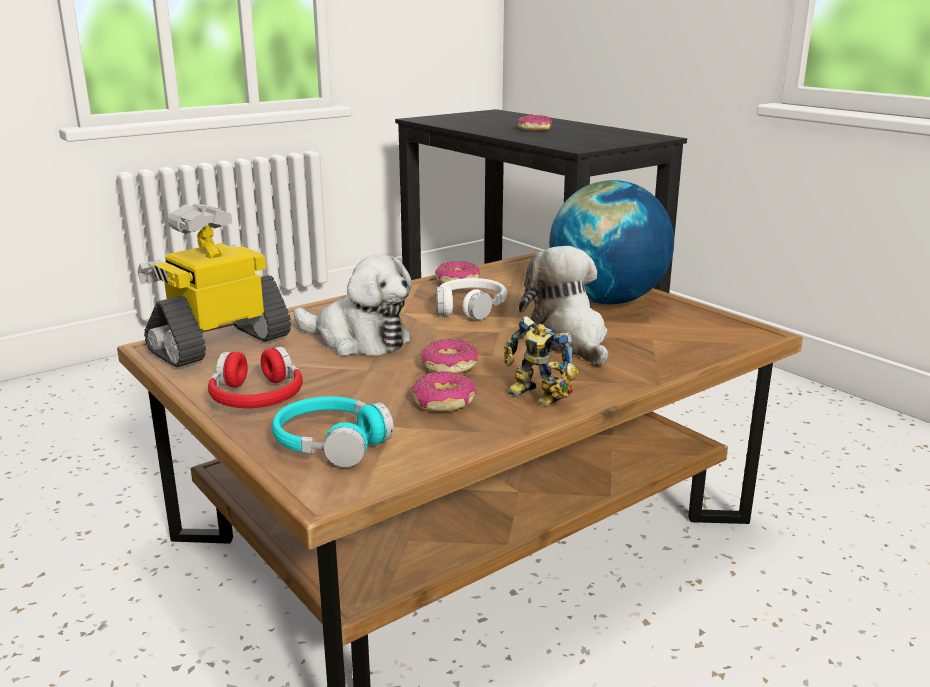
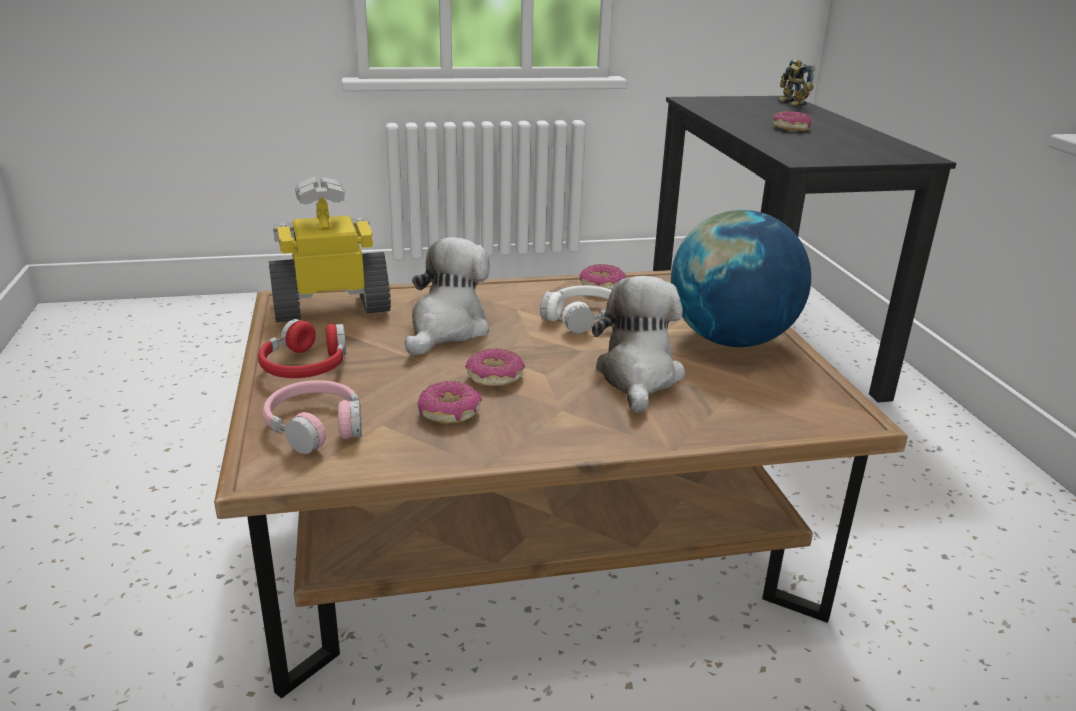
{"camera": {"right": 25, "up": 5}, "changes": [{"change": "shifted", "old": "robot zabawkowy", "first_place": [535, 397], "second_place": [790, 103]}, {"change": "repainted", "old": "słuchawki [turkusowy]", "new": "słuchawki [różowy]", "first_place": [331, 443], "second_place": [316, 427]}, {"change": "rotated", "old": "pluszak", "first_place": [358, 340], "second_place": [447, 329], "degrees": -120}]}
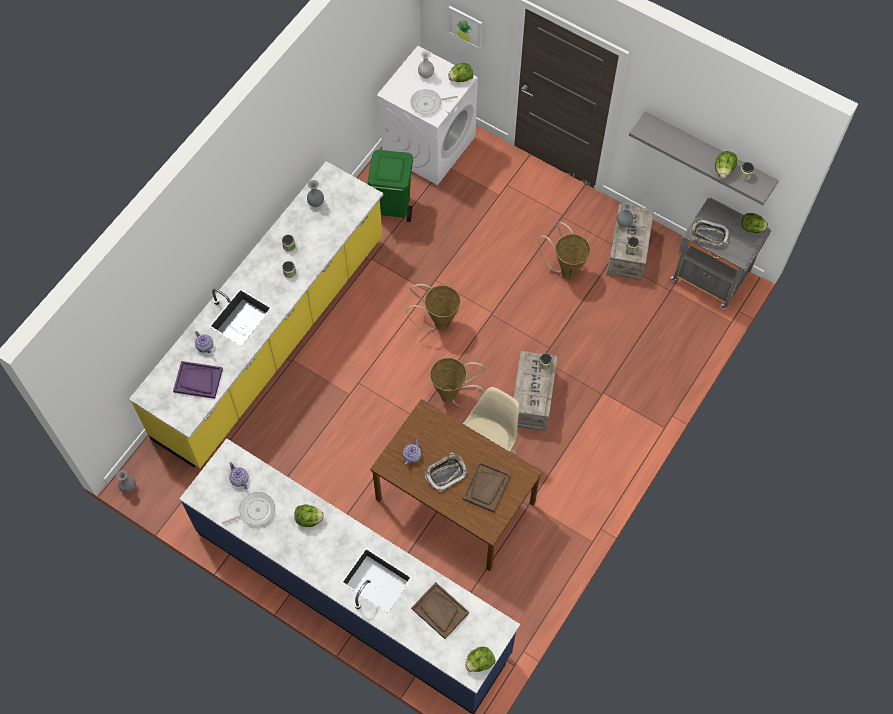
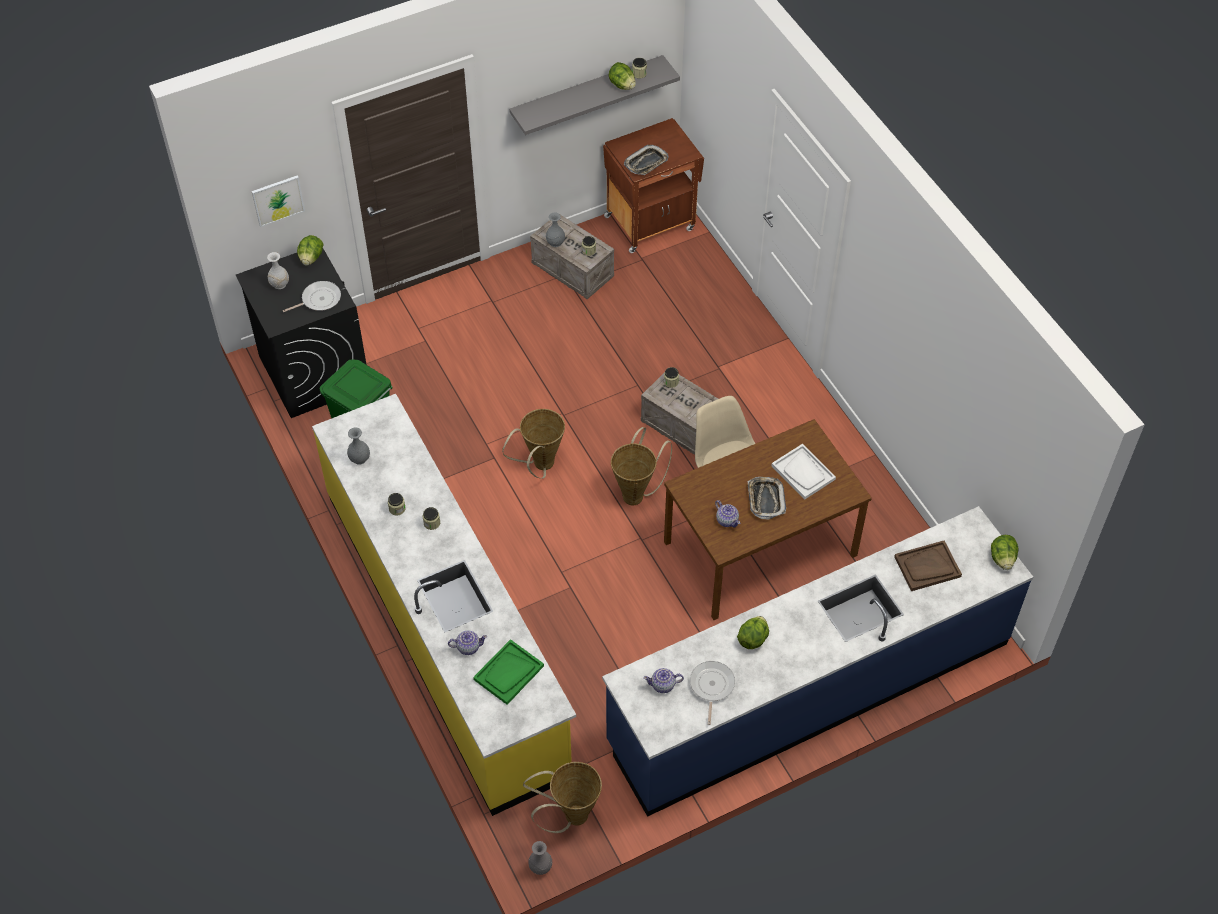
{"camera": {"right": -60, "up": -10}, "changes": [{"change": "gone", "old": "sałata", "first_place": [752, 228]}, {"change": "shifted", "old": "koszyk", "first_place": [566, 270], "second_place": [570, 816]}, {"change": "repainted", "old": "taca [fioletowy]", "new": "taca [zielony]", "first_place": [198, 380], "second_place": [508, 673]}, {"change": "repainted", "old": "pralka [biały]", "new": "pralka [czarny]", "first_place": [429, 145], "second_place": [313, 371]}, {"change": "repainted", "old": "taca [brązowy]", "new": "taca [biały]", "first_place": [486, 487], "second_place": [803, 473]}, {"change": "repainted", "old": "wózek [szary]", "new": "wózek [brązowy]", "first_place": [711, 278], "second_place": [651, 222]}, {"change": "rotated", "old": "patelnia", "first_place": [428, 104], "second_place": [319, 299], "degrees": -135}]}
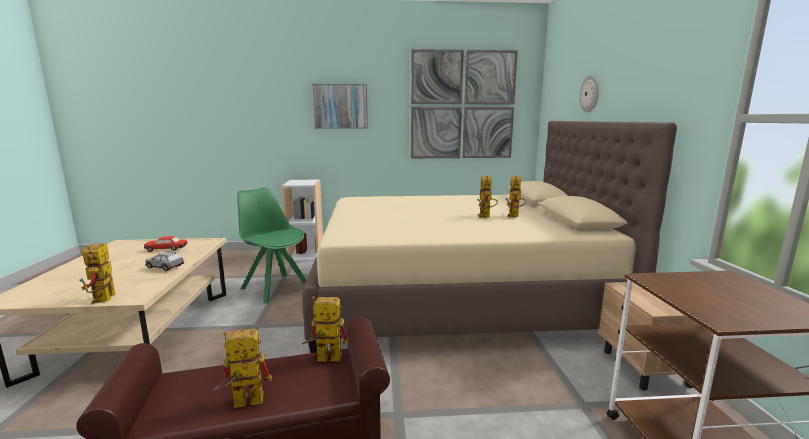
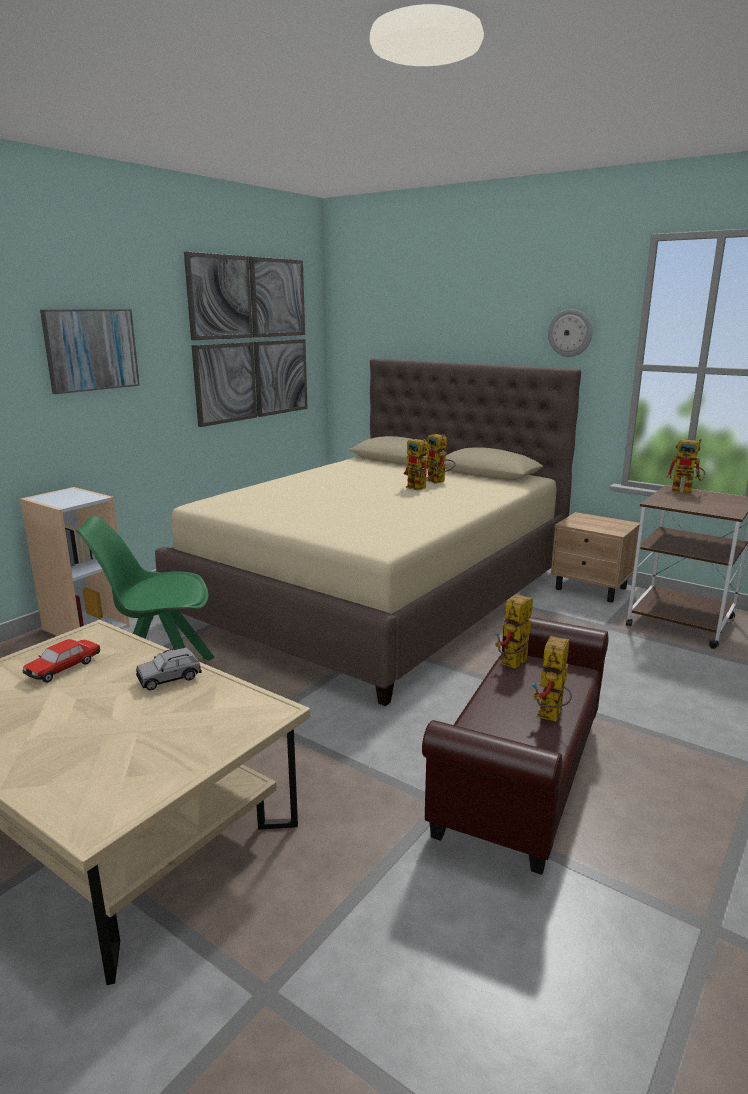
{"camera": {"right": -50, "up": 5}, "changes": [{"change": "shifted", "old": "robot zabawkowy", "first_place": [104, 300], "second_place": [686, 491]}, {"change": "shifted", "old": "zegar ścienny", "first_place": [590, 93], "second_place": [570, 333]}]}
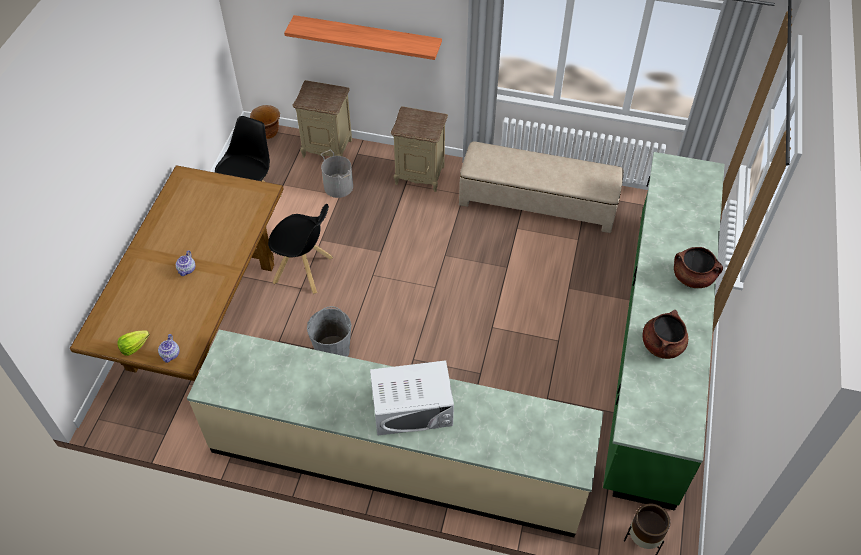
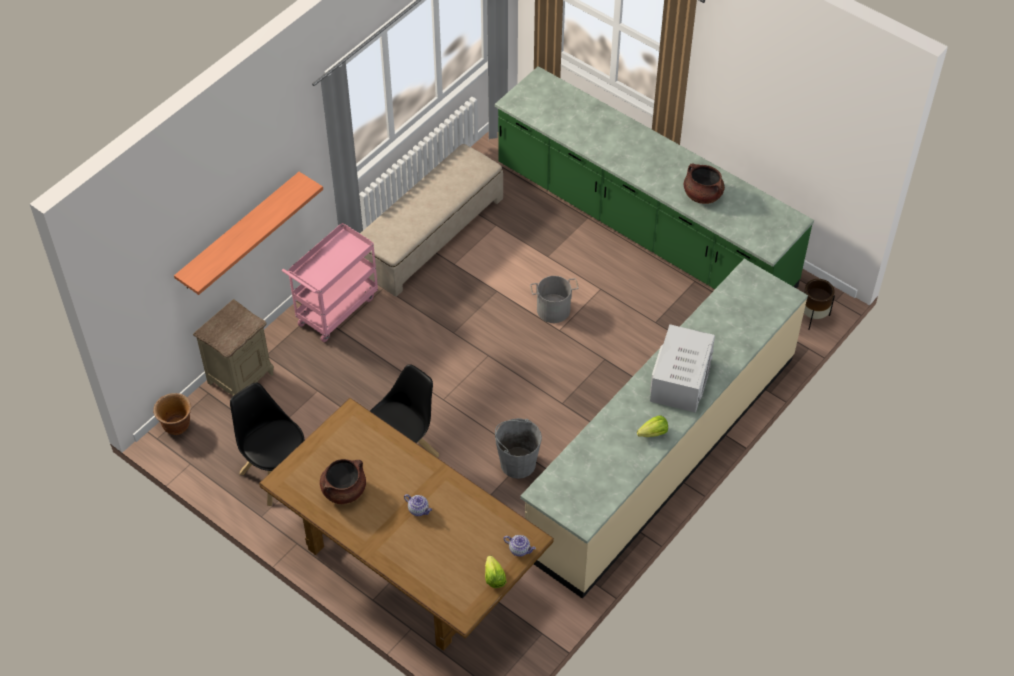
{"camera": {"right": -65, "up": 0}, "changes": [{"change": "new", "new": "sałata", "second_place": [653, 433]}, {"change": "shifted", "old": "wiadro [szary]", "first_place": [339, 186], "second_place": [553, 309]}, {"change": "shifted", "old": "garnek [brązowy]", "first_place": [693, 277], "second_place": [344, 490]}, {"change": "swapped", "old": "szafka nocna [beżowy]", "new": "wózek [różowy]", "first_place": [420, 176], "second_place": [335, 313]}]}
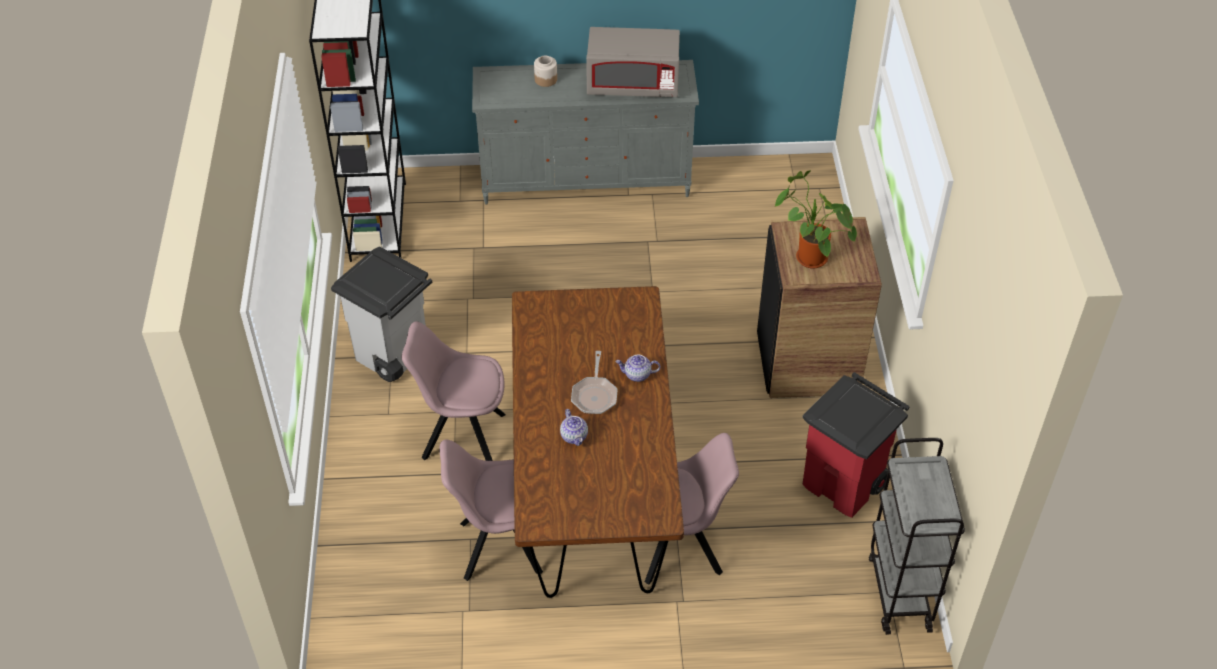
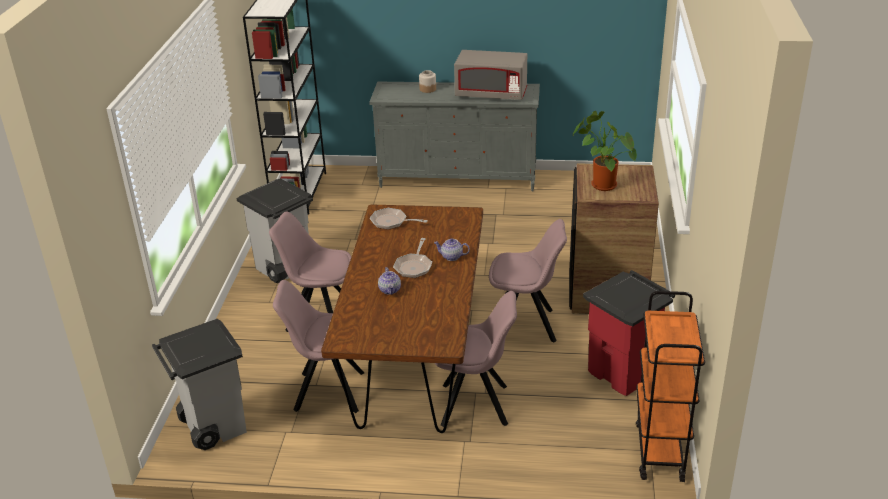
{"camera": {"right": 10, "up": -15}, "changes": [{"change": "new", "new": "kosz na śmieci [szary]", "second_place": [212, 426]}, {"change": "new", "new": "patelnia", "second_place": [391, 222]}, {"change": "new", "new": "krzesło [różowy]", "second_place": [525, 326]}, {"change": "repainted", "old": "wózek [szary]", "new": "wózek [pomarańczowy]", "first_place": [900, 594], "second_place": [660, 453]}]}
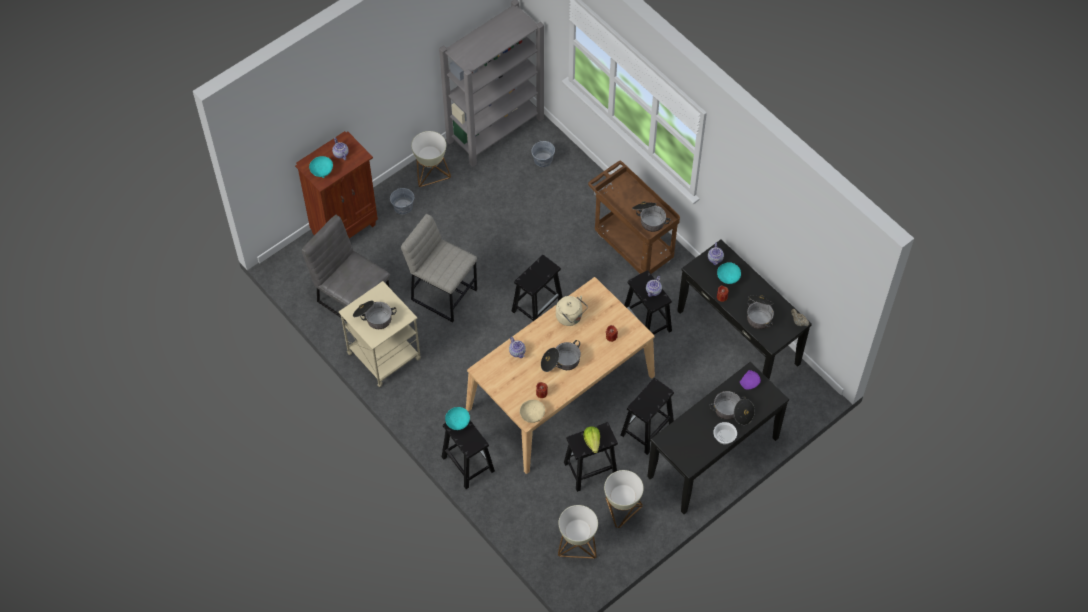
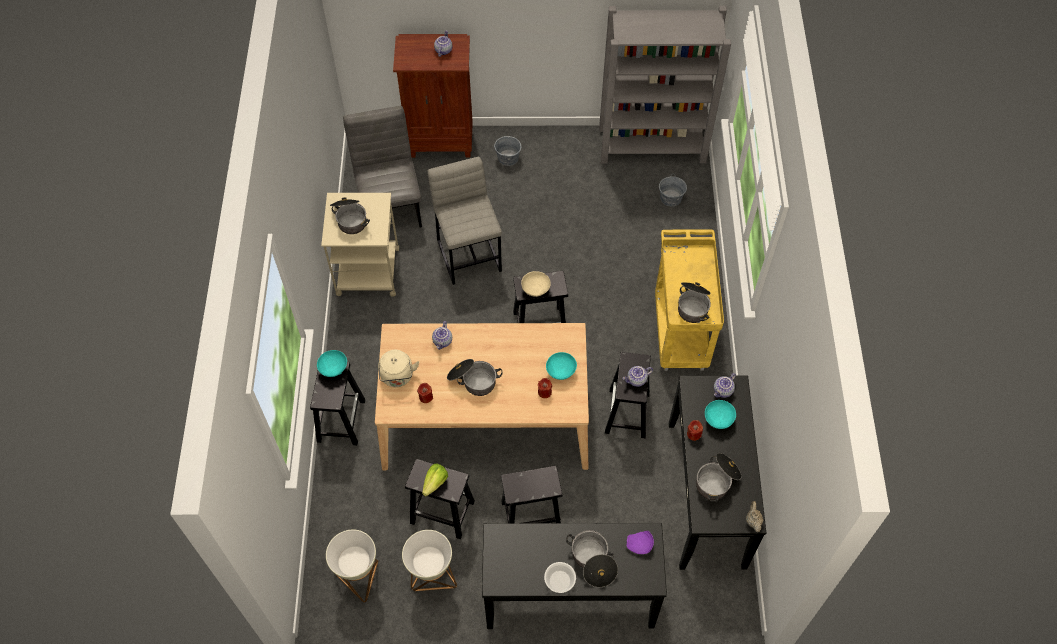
{"camera": {"right": 40, "up": 0}, "changes": [{"change": "gone", "old": "donica", "first_place": [431, 174]}, {"change": "shifted", "old": "miska [turkusowy]", "first_place": [322, 171], "second_place": [561, 371]}, {"change": "shifted", "old": "miska [beżowy]", "first_place": [532, 416], "second_place": [535, 290]}, {"change": "shifted", "old": "czajnik [beżowy]", "first_place": [570, 317], "second_place": [397, 377]}, {"change": "repainted", "old": "wózek [brązowy]", "new": "wózek [żółty]", "first_place": [630, 246], "second_place": [679, 330]}]}
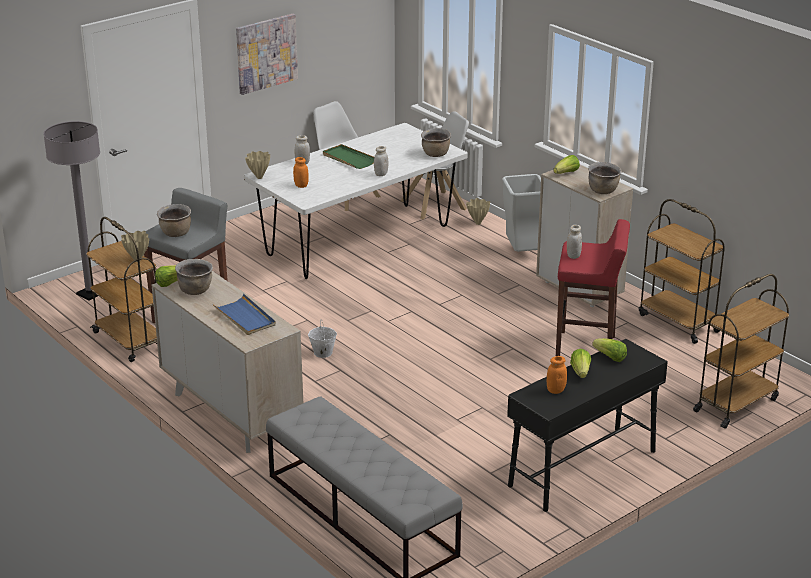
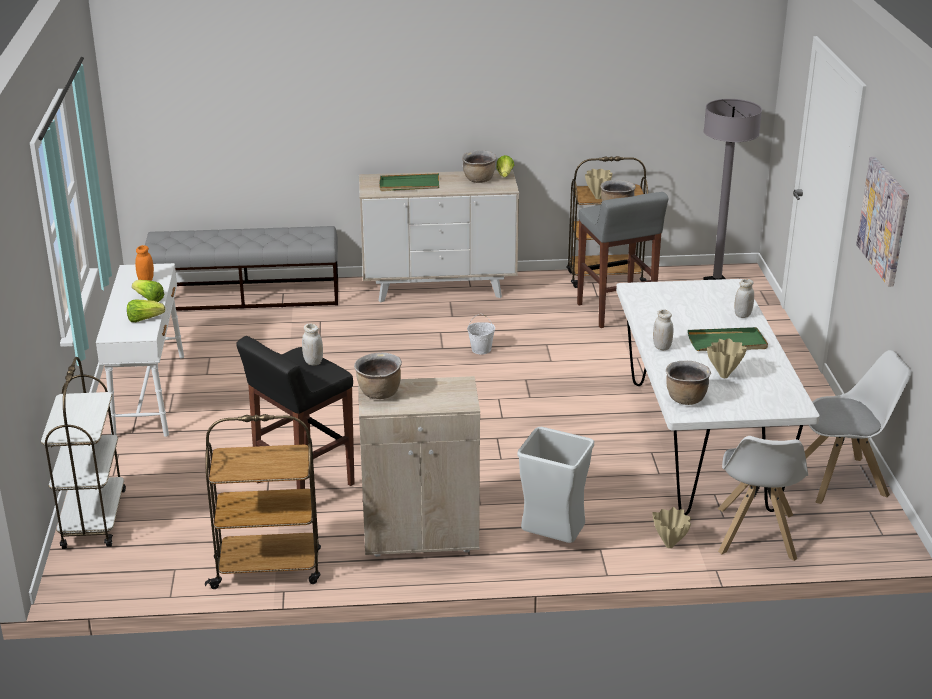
{"camera": {"right": 125, "up": 0}, "changes": [{"change": "gone", "old": "słoik [pomarańczowy]", "first_place": [301, 185]}, {"change": "gone", "old": "sałata", "first_place": [566, 173]}, {"change": "shifted", "old": "wazon [beżowy]", "first_place": [259, 177], "second_place": [724, 376]}, {"change": "repainted", "old": "taca [niebieski]", "new": "taca [zielony]", "first_place": [245, 317], "second_place": [409, 185]}, {"change": "repainted", "old": "stolik konsolowy [czarny]", "new": "stolik konsolowy [biały]", "first_place": [581, 468], "second_place": [150, 396]}, {"change": "repainted", "old": "stołek [czerwony]", "new": "stołek [czarny]", "first_place": [586, 349], "second_place": [303, 484]}, {"change": "repainted", "old": "wózek [brązowy]", "new": "wózek [biały]", "first_place": [737, 405], "second_place": [93, 520]}]}
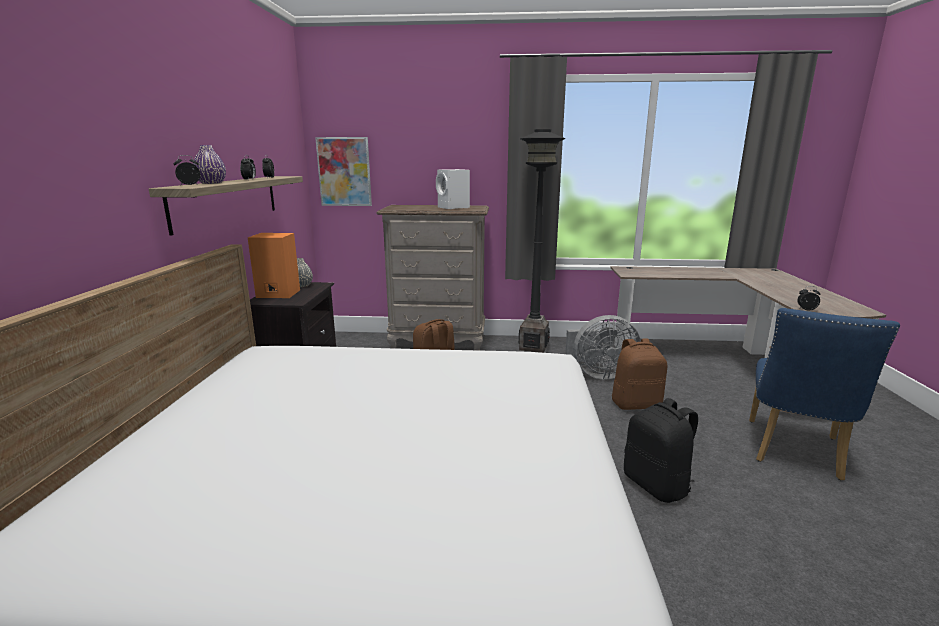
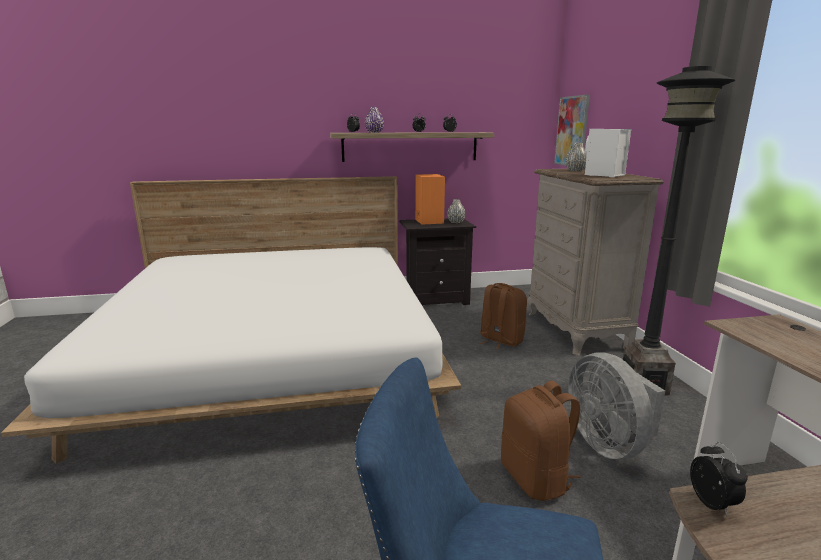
{"camera": {"right": 75, "up": 0}, "changes": [{"change": "gone", "old": "plecak [czarny]", "first_place": [657, 485]}, {"change": "new", "new": "wazon [szary]", "second_place": [575, 171]}]}
